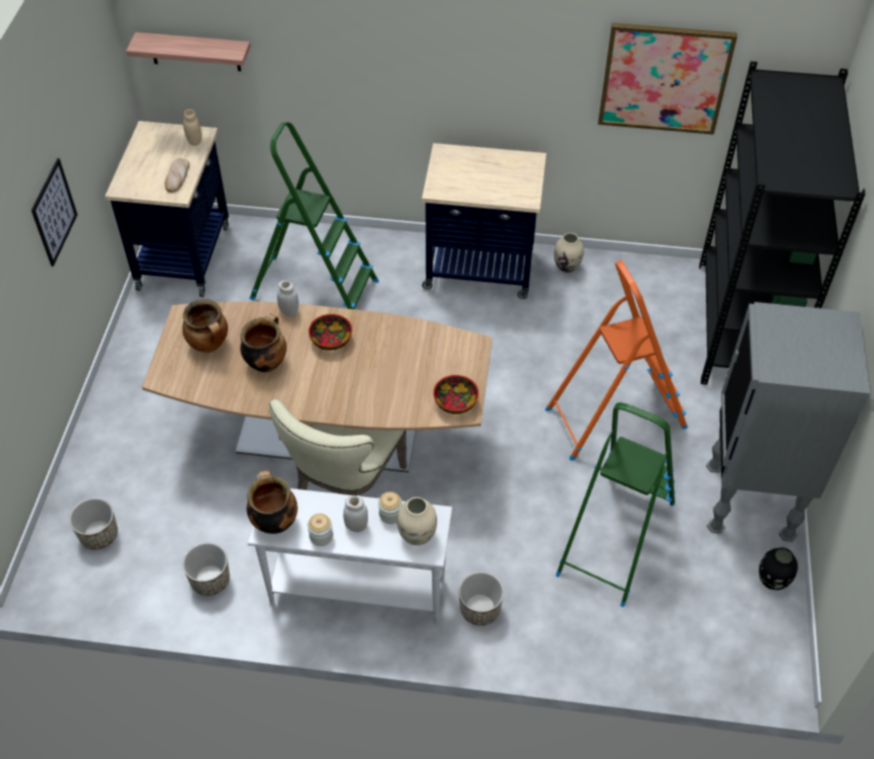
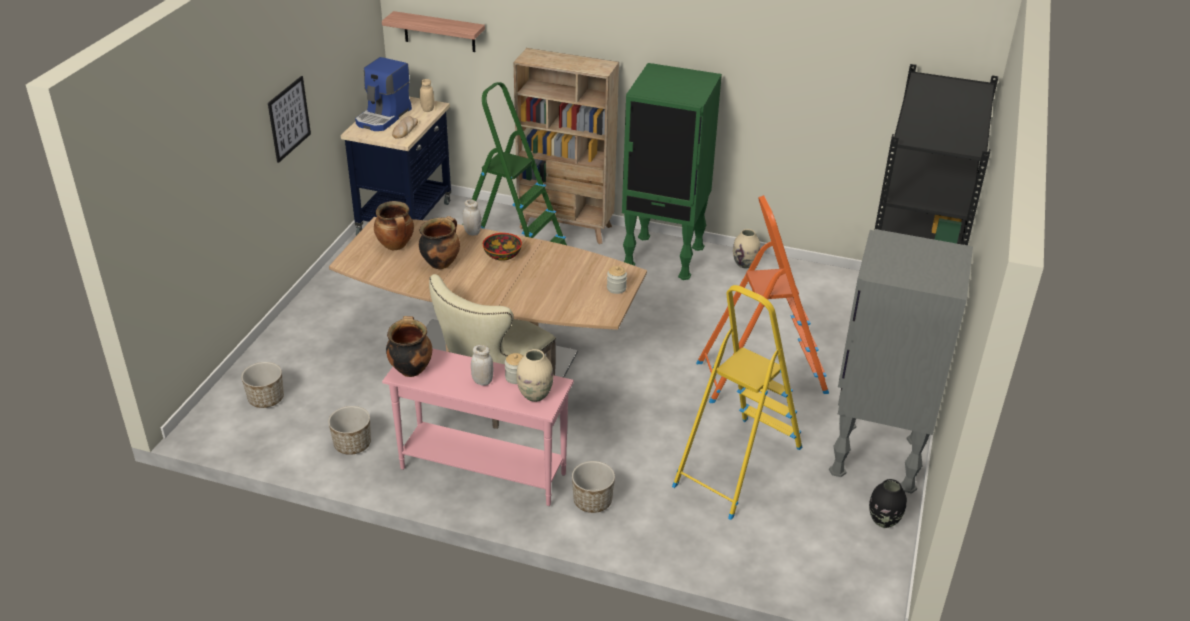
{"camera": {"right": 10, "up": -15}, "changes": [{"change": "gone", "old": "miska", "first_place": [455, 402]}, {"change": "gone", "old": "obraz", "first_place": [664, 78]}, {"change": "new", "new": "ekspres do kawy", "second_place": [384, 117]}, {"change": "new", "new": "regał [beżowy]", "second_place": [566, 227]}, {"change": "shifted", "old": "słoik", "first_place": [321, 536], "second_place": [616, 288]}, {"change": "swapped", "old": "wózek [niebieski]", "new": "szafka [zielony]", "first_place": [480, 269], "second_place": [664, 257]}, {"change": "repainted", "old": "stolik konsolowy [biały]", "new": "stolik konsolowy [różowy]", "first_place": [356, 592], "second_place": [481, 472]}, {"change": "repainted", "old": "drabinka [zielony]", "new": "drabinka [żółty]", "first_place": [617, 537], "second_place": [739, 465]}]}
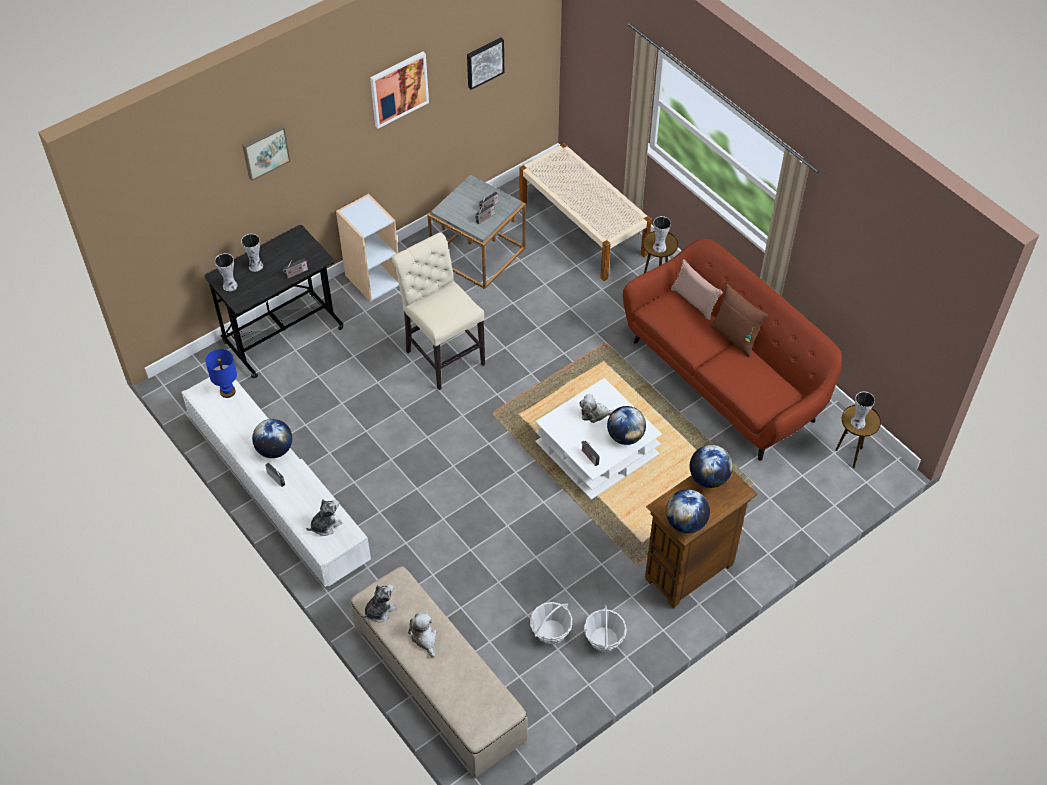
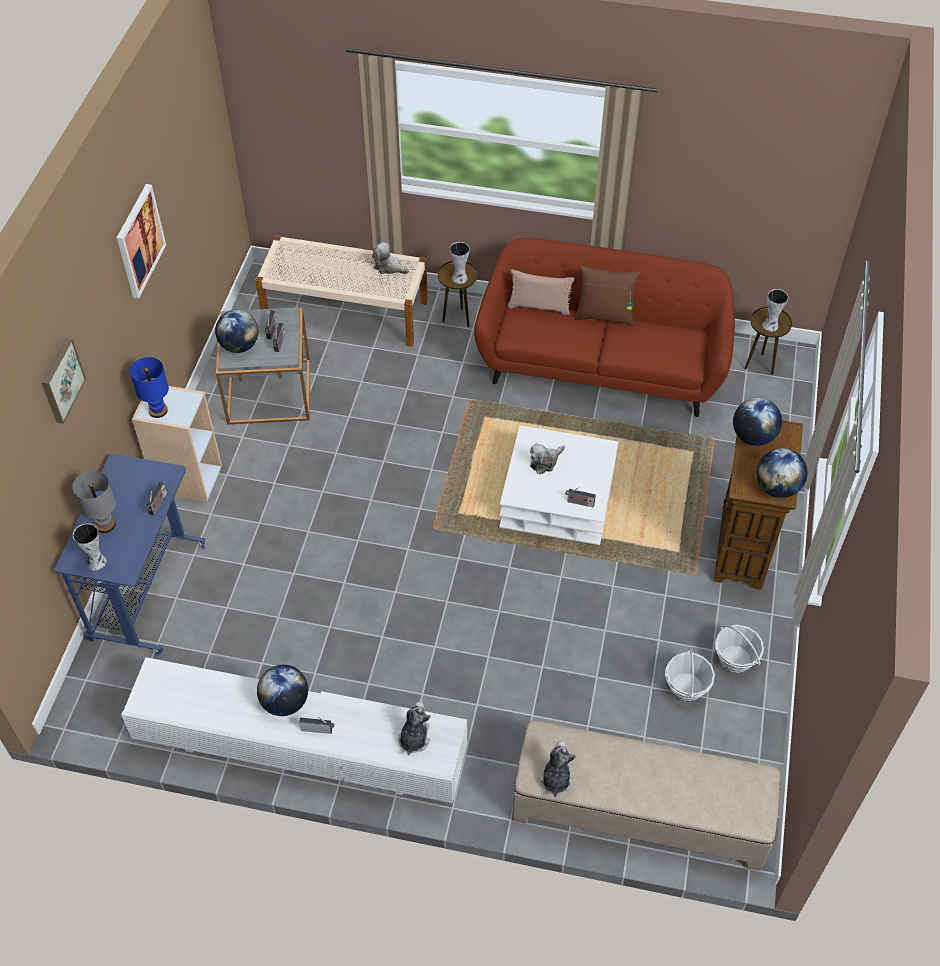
{"camera": {"right": -40, "up": 0}, "changes": [{"change": "gone", "old": "stołek [beżowy]", "first_place": [443, 354]}, {"change": "gone", "old": "obraz", "first_place": [484, 62]}, {"change": "shifted", "old": "lampa stołowa [niebieski]", "first_place": [228, 392], "second_place": [158, 410]}, {"change": "shifted", "old": "pluszak", "first_place": [424, 638], "second_place": [389, 267]}, {"change": "shifted", "old": "globus", "first_place": [625, 436], "second_place": [239, 346]}, {"change": "swapped", "old": "wazon", "new": "lampa stołowa [szary]", "first_place": [256, 266], "second_place": [106, 524]}, {"change": "repainted", "old": "biurko [czarny]", "new": "biurko [niebieski]", "first_place": [283, 335], "second_place": [148, 591]}]}
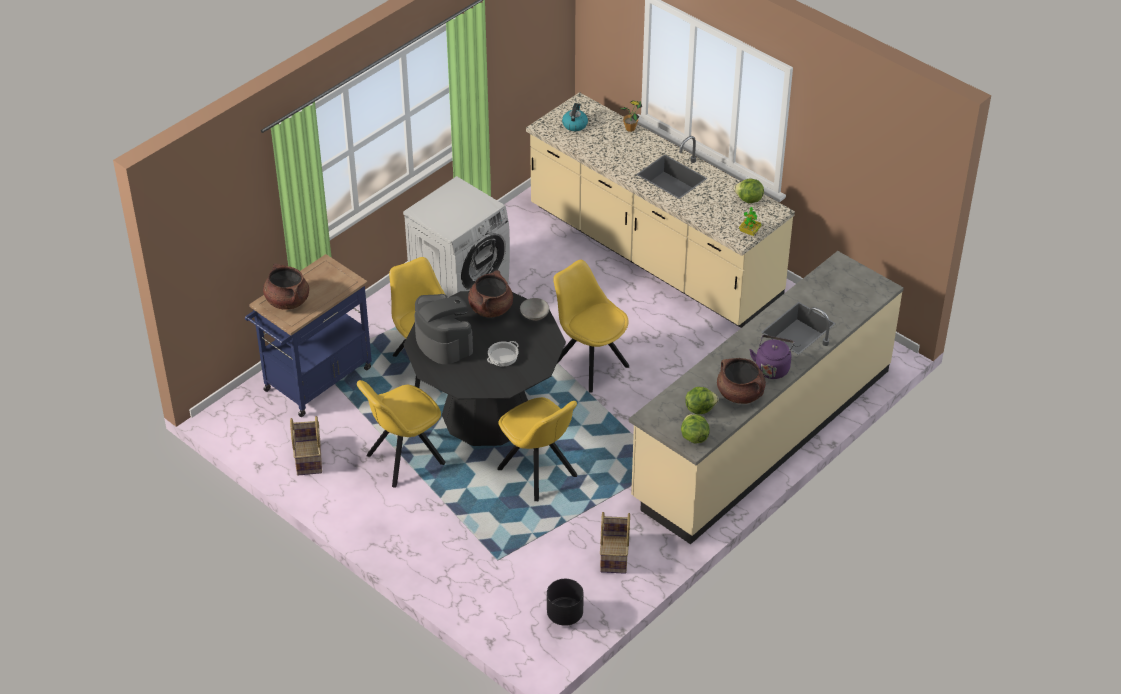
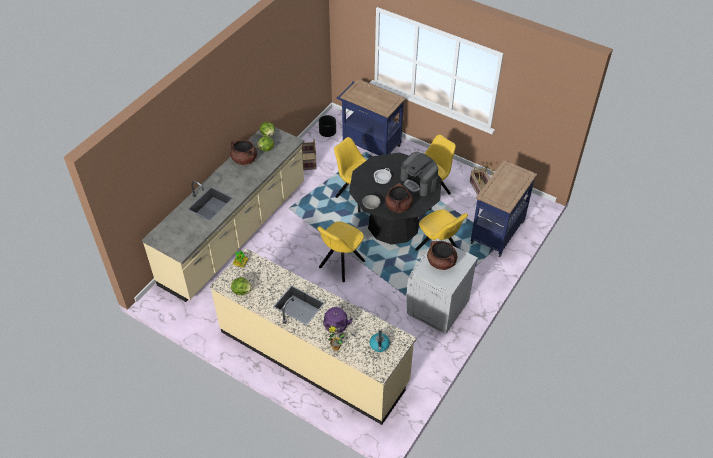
{"camera": {"right": 170, "up": 5}, "changes": [{"change": "new", "new": "wózek [niebieski]", "second_place": [369, 145]}, {"change": "shifted", "old": "garnek [brązowy]", "first_place": [287, 301], "second_place": [441, 262]}, {"change": "shifted", "old": "czajnik [fioletowy]", "first_place": [772, 368], "second_place": [336, 327]}, {"change": "rotated", "old": "krzesło [żółty]", "first_place": [590, 365], "second_place": [341, 264], "degrees": 90}]}
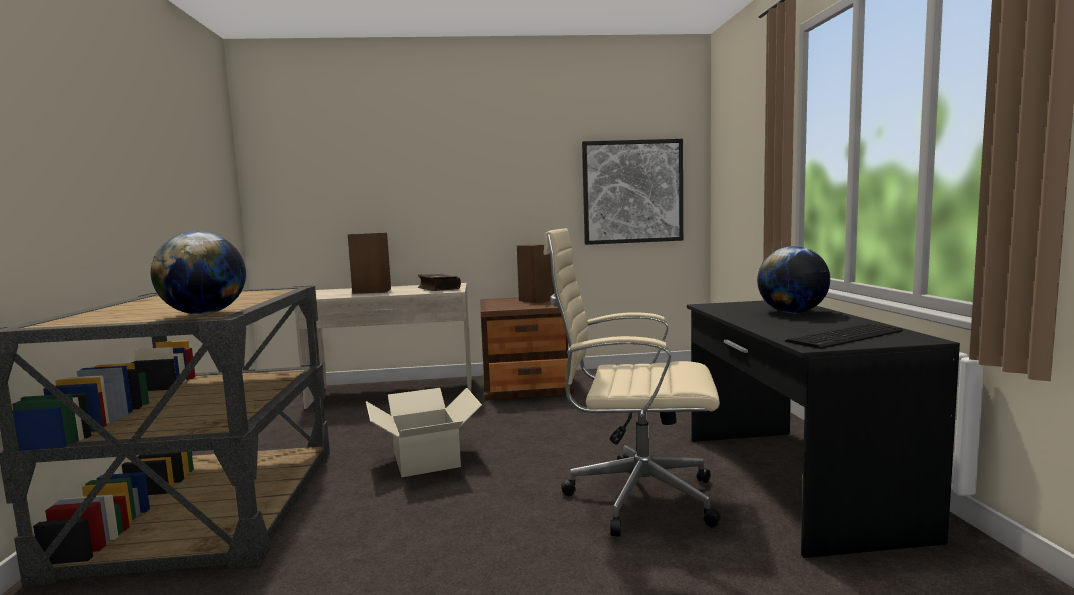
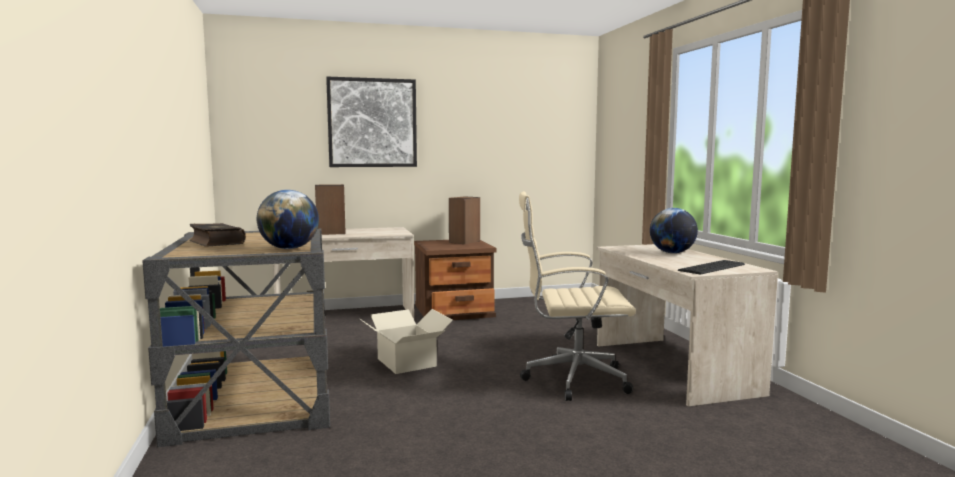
{"camera": {"right": -10, "up": 0}, "changes": [{"change": "shifted", "old": "książka", "first_place": [438, 289], "second_place": [215, 243]}, {"change": "shifted", "old": "obraz", "first_place": [632, 192], "second_place": [372, 123]}, {"change": "repainted", "old": "biurko [czarny]", "new": "biurko [beżowy]", "first_place": [791, 482], "second_place": [671, 368]}]}
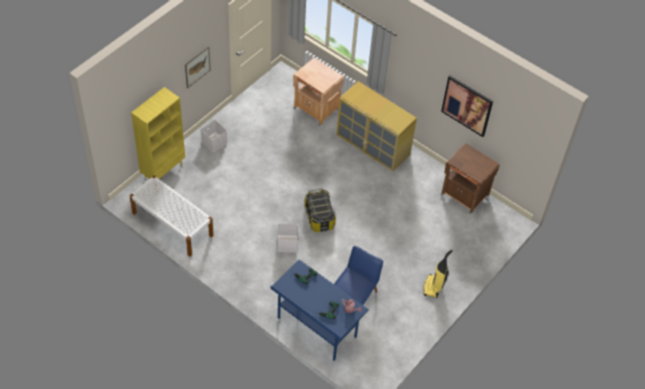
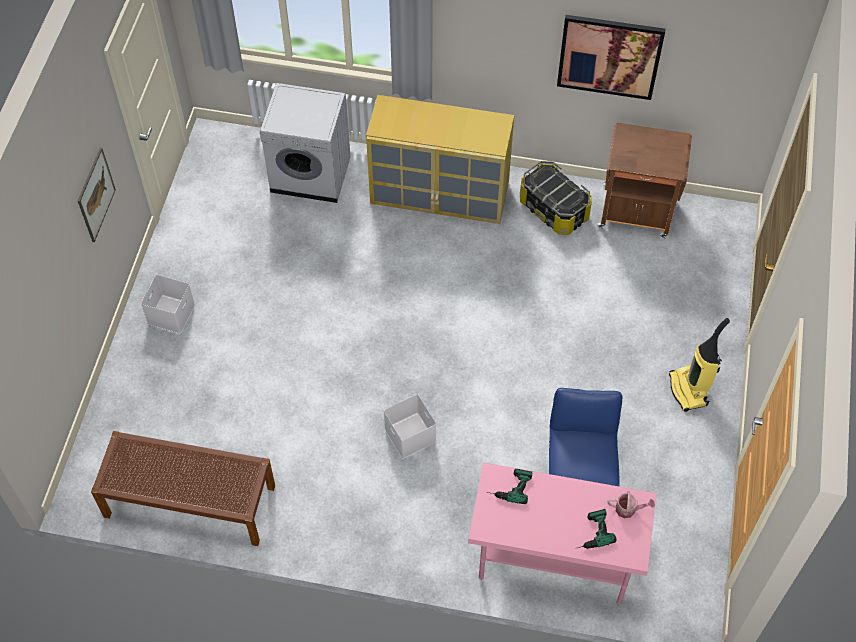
{"camera": {"right": -25, "up": 5}, "changes": [{"change": "gone", "old": "regał [żółty]", "first_place": [163, 171]}, {"change": "shifted", "old": "pojemnik do przechowywania", "first_place": [319, 217], "second_place": [554, 209]}, {"change": "swapped", "old": "wózek [brązowy]", "new": "pralka [biały]", "first_place": [316, 110], "second_place": [310, 176]}, {"change": "repainted", "old": "ławka [biały]", "new": "ławka [brązowy]", "first_place": [172, 224], "second_place": [189, 502]}, {"change": "repainted", "old": "biurko [niebieski]", "new": "biurko [różowy]", "first_place": [316, 328], "second_place": [553, 561]}]}
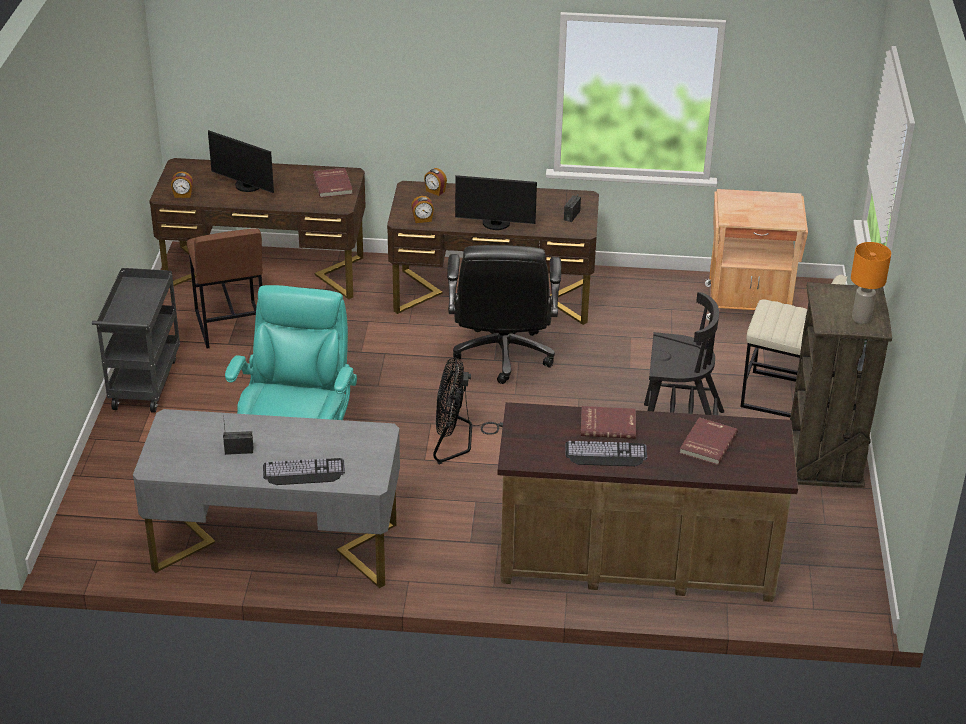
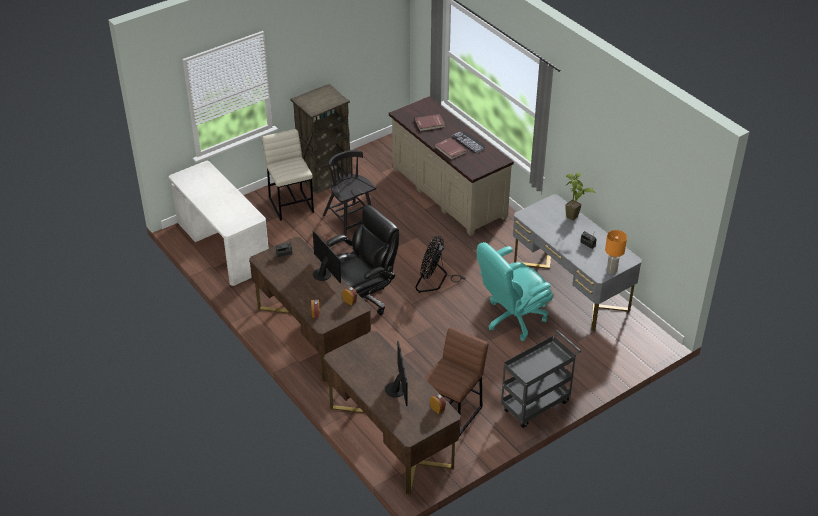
{"camera": {"right": -130, "up": 5}, "changes": [{"change": "gone", "old": "książka [czerwony]", "first_place": [333, 184]}, {"change": "shifted", "old": "lampa stołowa [pomarańczowy]", "first_place": [860, 319], "second_place": [612, 270]}, {"change": "swapped", "old": "klawiatura", "new": "roślina doniczkowa", "first_place": [303, 473], "second_place": [574, 219]}, {"change": "swapped", "old": "wózek [brązowy]", "new": "biurko [biały]", "first_place": [748, 305], "second_place": [222, 246]}, {"change": "rotated", "old": "wentylator [czarny]", "first_place": [458, 436], "second_place": [436, 279], "degrees": 150}]}
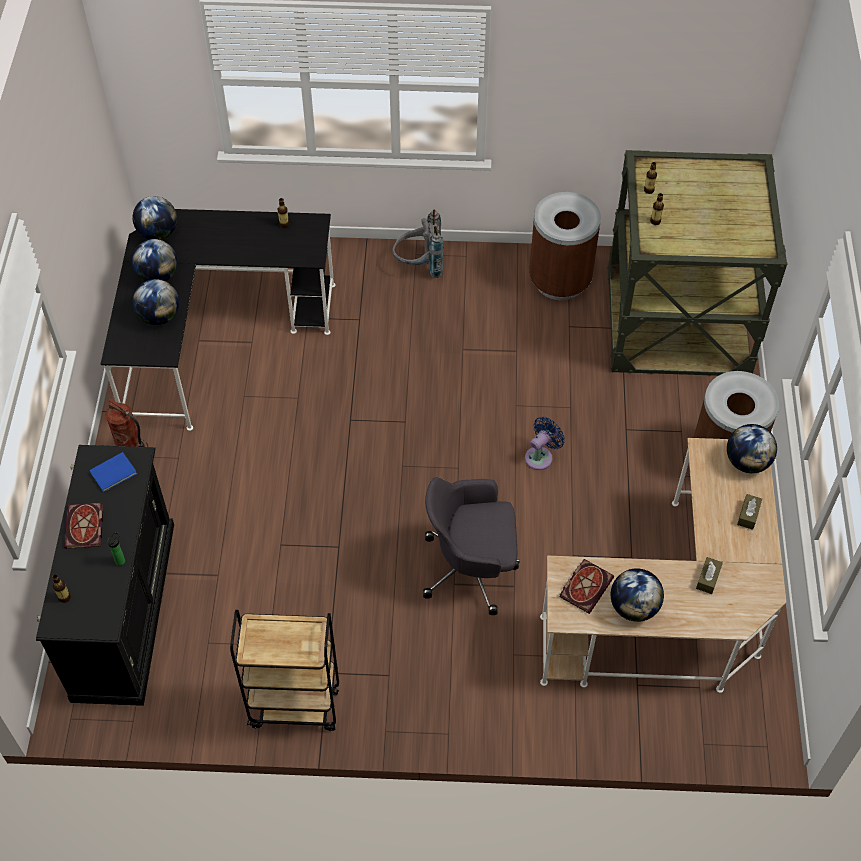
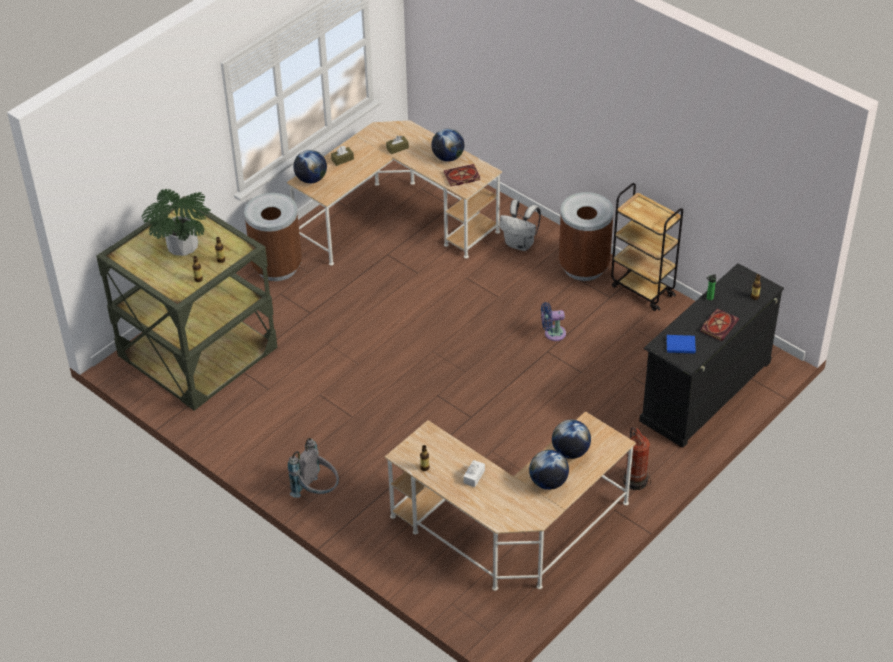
{"camera": {"right": -140, "up": -10}, "changes": [{"change": "gone", "old": "globus", "first_place": [158, 233]}, {"change": "gone", "old": "krzesło biurowe [szary]", "first_place": [471, 568]}, {"change": "new", "new": "roślina doniczkowa", "second_place": [183, 247]}, {"change": "new", "new": "pudełko chusteczek [biały]", "second_place": [474, 476]}, {"change": "new", "new": "plecak [biały]", "second_place": [520, 244]}, {"change": "shifted", "old": "wentylator [niebieski]", "first_place": [541, 456], "second_place": [552, 333]}, {"change": "shifted", "old": "kosz na śmieci [brązowy]", "first_place": [560, 281], "second_place": [583, 267]}, {"change": "repainted", "old": "biurko [czarny]", "new": "biurko [beżowy]", "first_place": [214, 335], "second_place": [511, 531]}]}
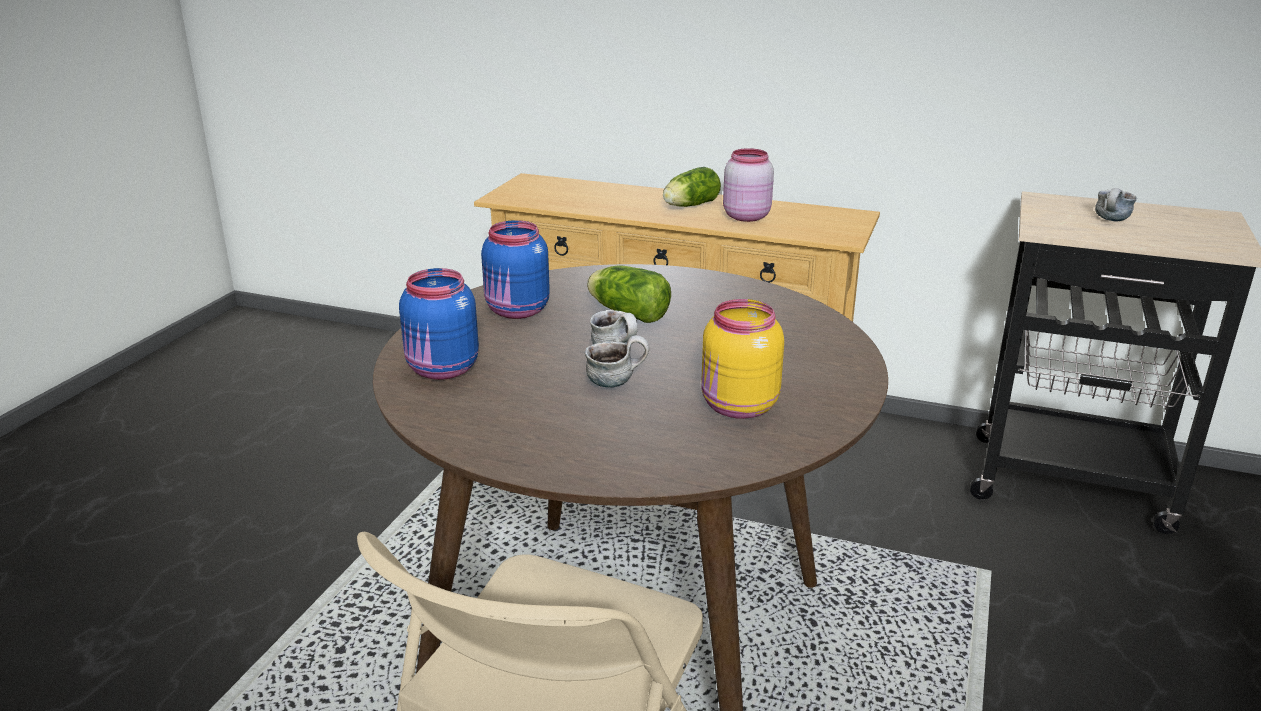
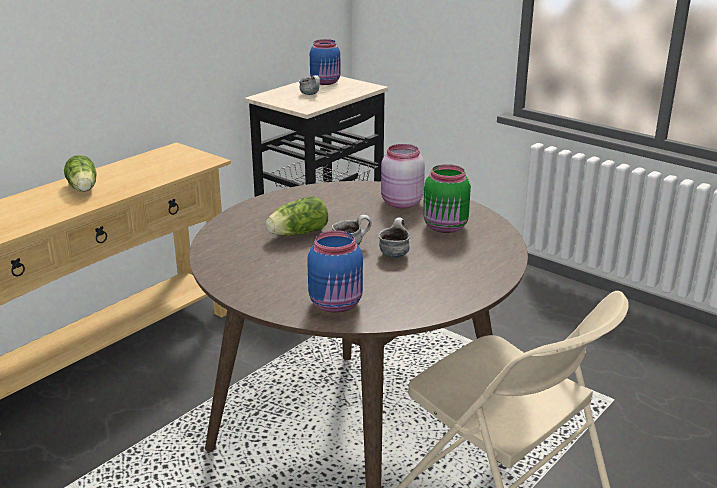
{"camera": {"right": -70, "up": 0}, "changes": [{"change": "shifted", "old": "słoik [niebieski]", "first_place": [517, 311], "second_place": [326, 82]}, {"change": "shifted", "old": "słoik [różowy]", "first_place": [745, 216], "second_place": [400, 203]}, {"change": "repainted", "old": "słoik [żółty]", "new": "słoik [zielony]", "first_place": [737, 407], "second_place": [446, 227]}]}
